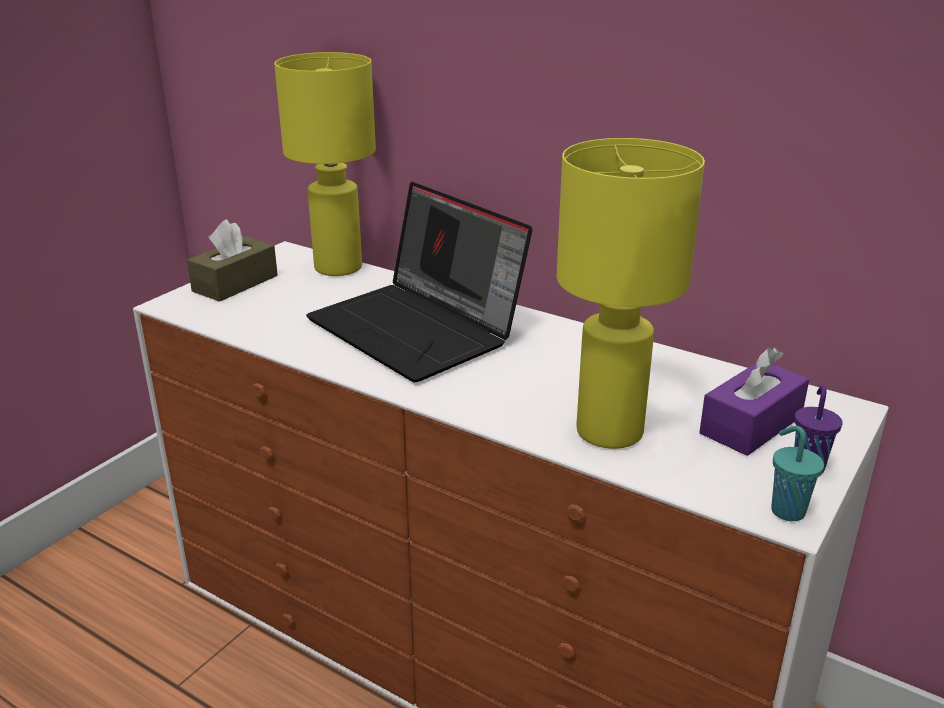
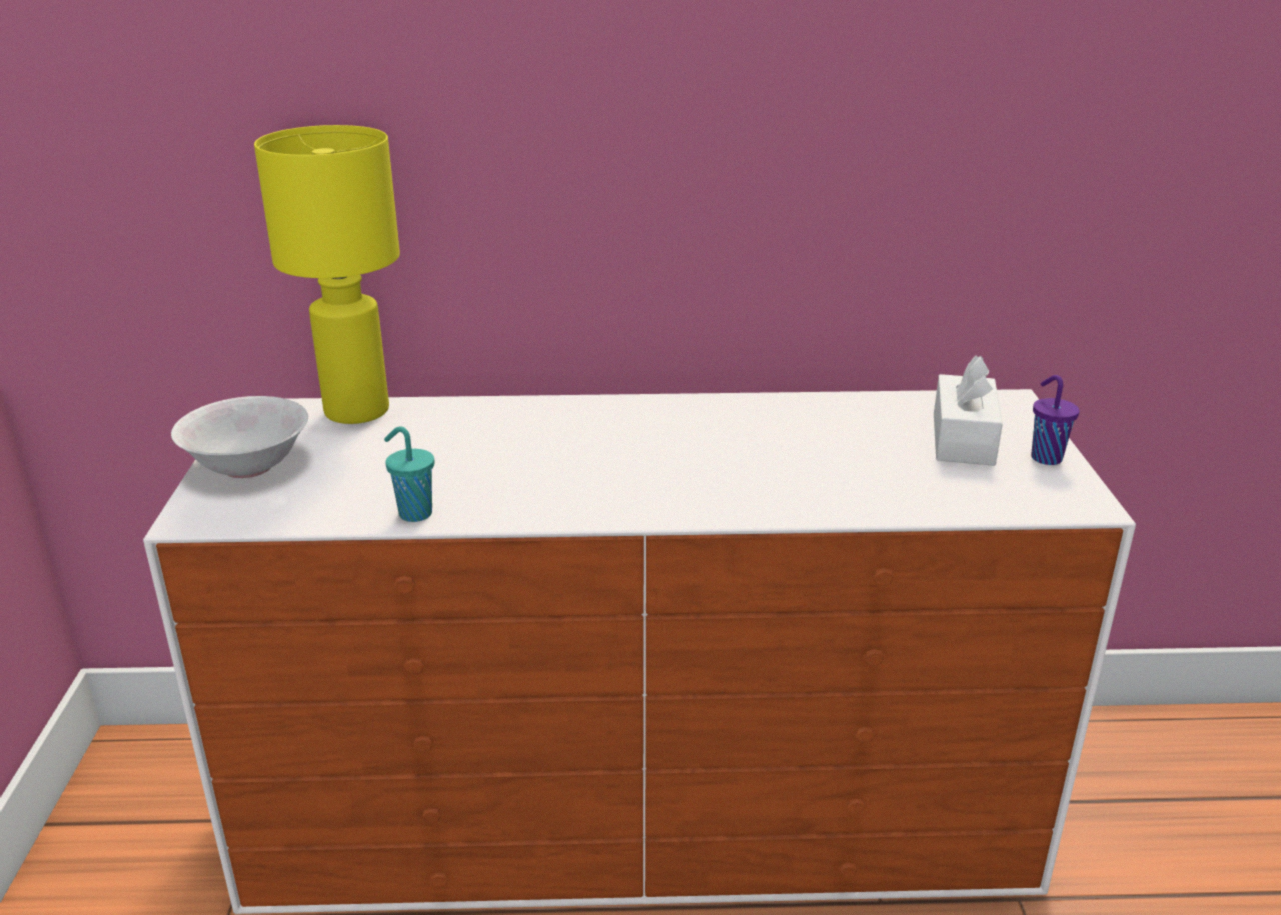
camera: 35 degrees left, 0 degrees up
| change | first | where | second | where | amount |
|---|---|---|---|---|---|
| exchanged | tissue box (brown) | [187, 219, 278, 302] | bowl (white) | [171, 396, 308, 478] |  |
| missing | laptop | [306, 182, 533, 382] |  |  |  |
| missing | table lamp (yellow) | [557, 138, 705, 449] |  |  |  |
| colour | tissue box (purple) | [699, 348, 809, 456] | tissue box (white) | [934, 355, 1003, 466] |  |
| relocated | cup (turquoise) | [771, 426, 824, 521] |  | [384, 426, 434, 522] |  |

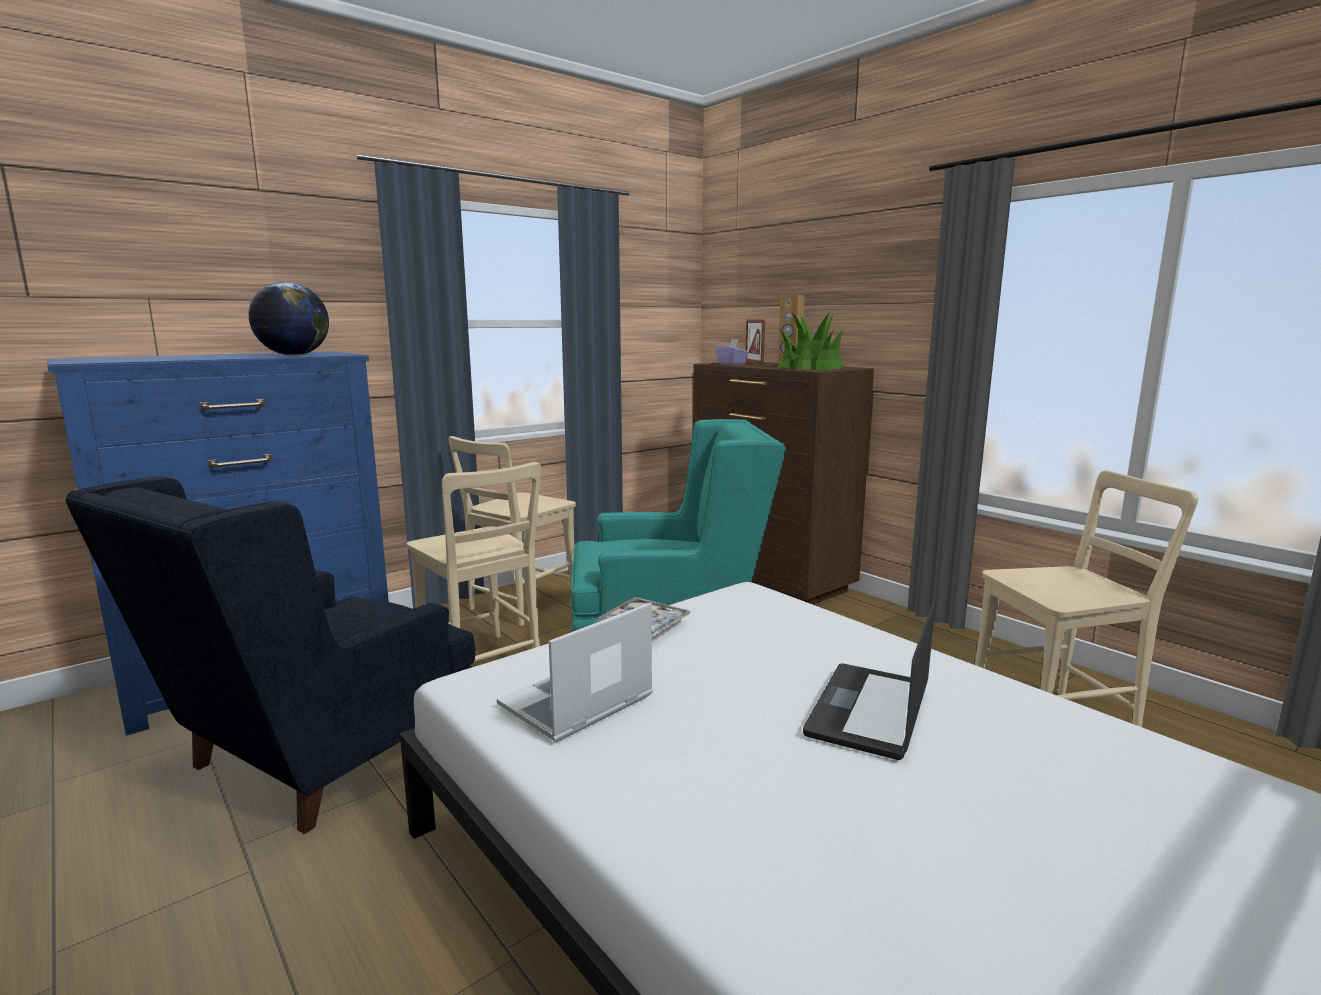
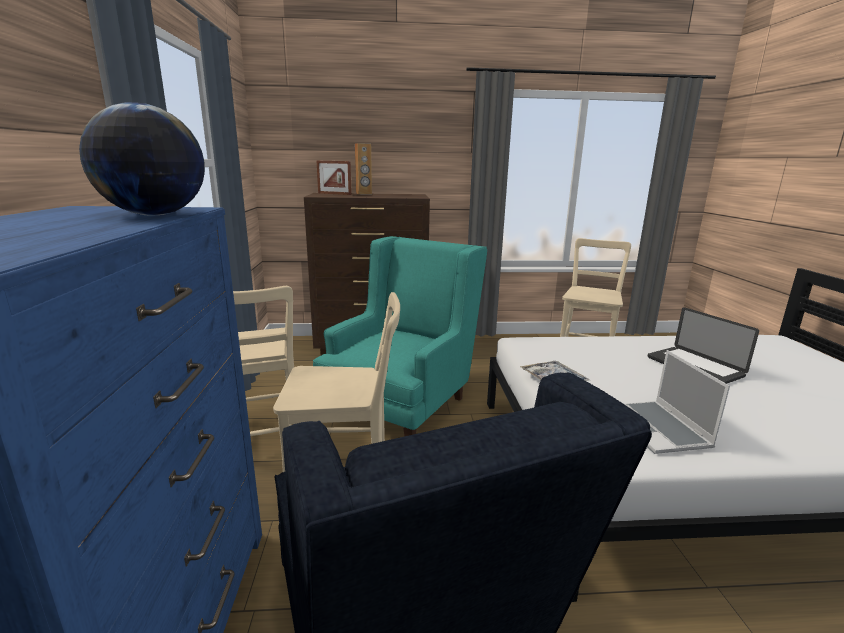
camera: 55 degrees left, 5 degrees up
| change | first | where | second | where | amount |
|---|---|---|---|---|---|
| missing | tissue box (purple) | [715, 339, 749, 365] |  |  |  |
| missing | potted plant | [778, 312, 844, 370] |  |  |  |

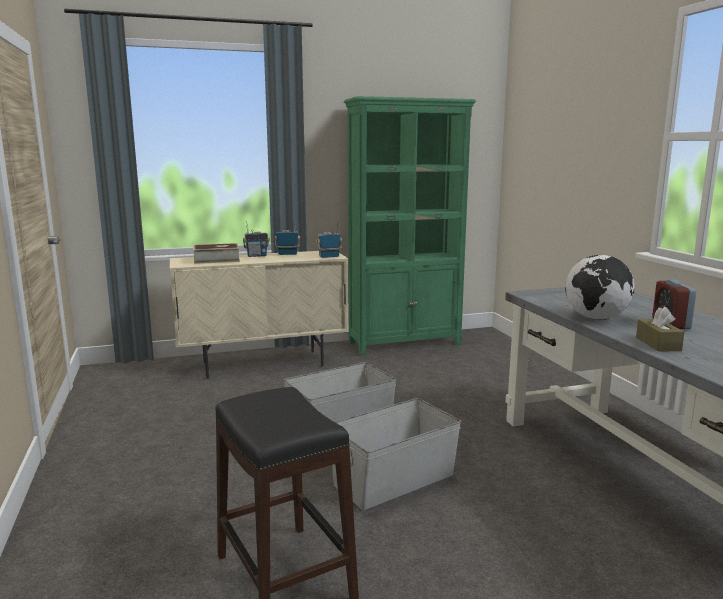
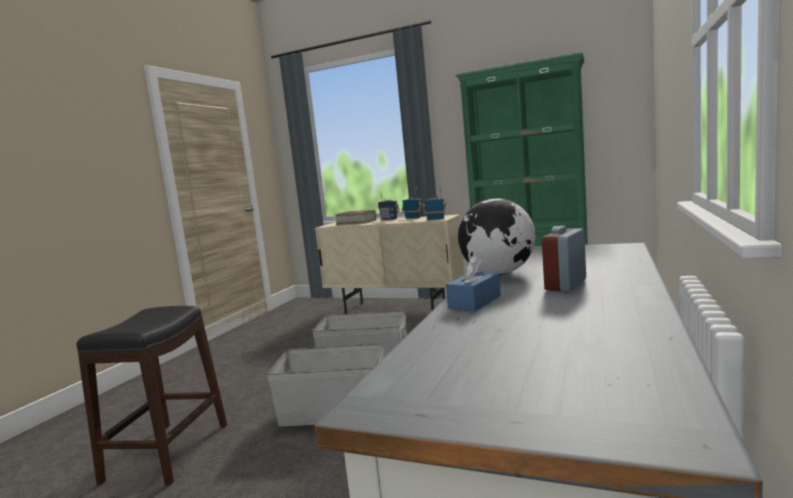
camera: 40 degrees right, 5 degrees down
| change | first | where | second | where | amount |
|---|---|---|---|---|---|
| colour | tissue box (brown) | [636, 307, 685, 351] | tissue box (blue) | [446, 255, 501, 312] |  |

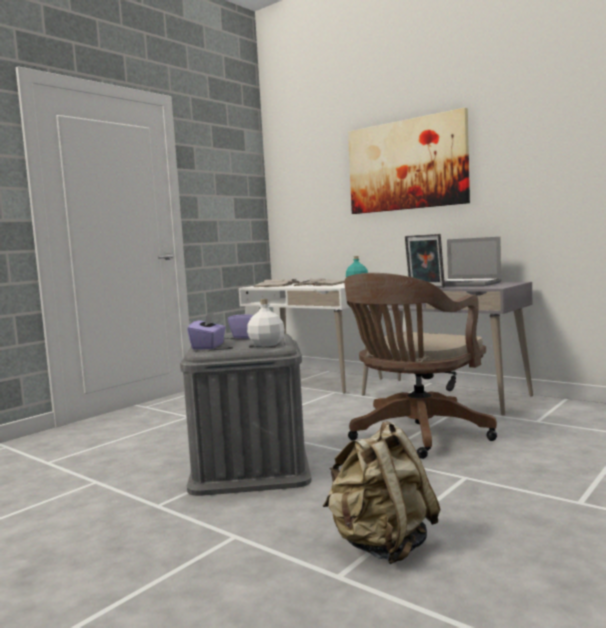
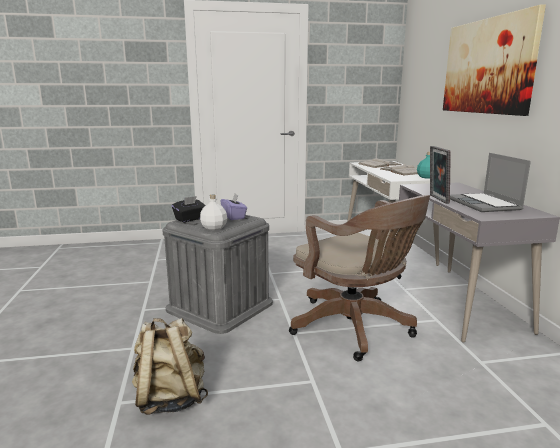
camera: 40 degrees right, 10 degrees up
| change | first | where | second | where | amount |
|---|---|---|---|---|---|
| colour | tissue box (purple) | [187, 312, 226, 350] | tissue box (black) | [172, 196, 206, 222] |  |
| spun | office chair (brown) | [344, 273, 497, 459] |  | [289, 195, 430, 362] | 120 degrees counterclockwise |

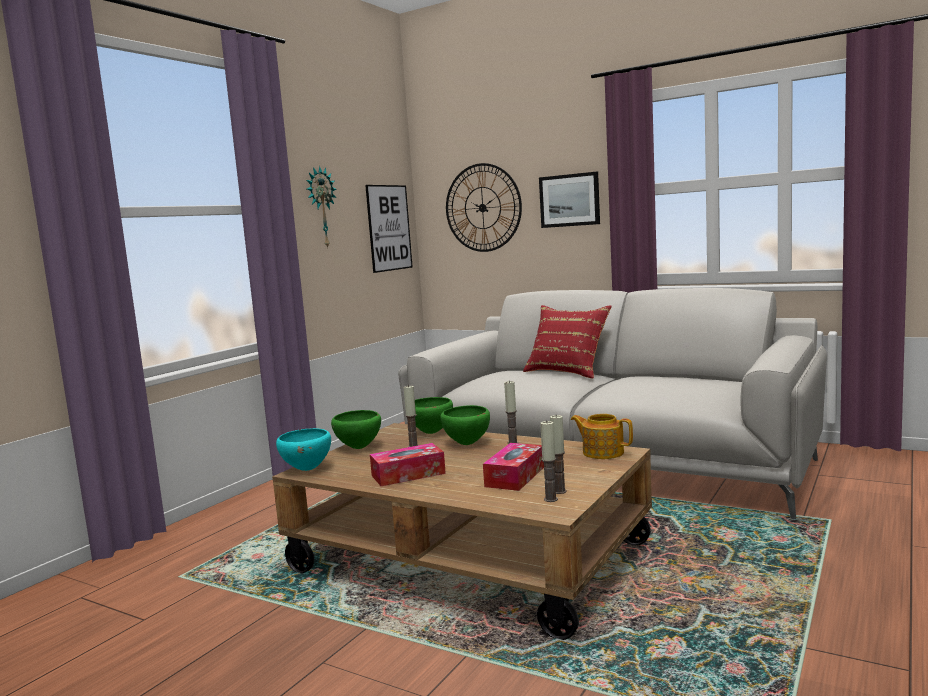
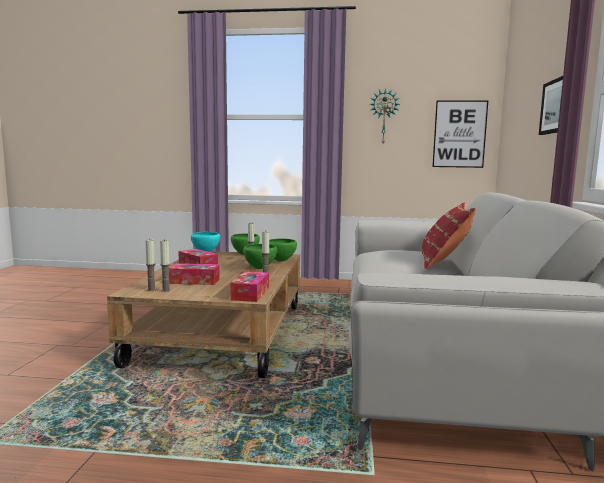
camera: 65 degrees right, 0 degrees up
| change | first | where | second | where | amount |
|---|---|---|---|---|---|
| missing | wall clock | [446, 163, 522, 252] |  |  |  |
| exchanged | teapot | [571, 414, 633, 459] | tissue box | [230, 271, 269, 302] |  |

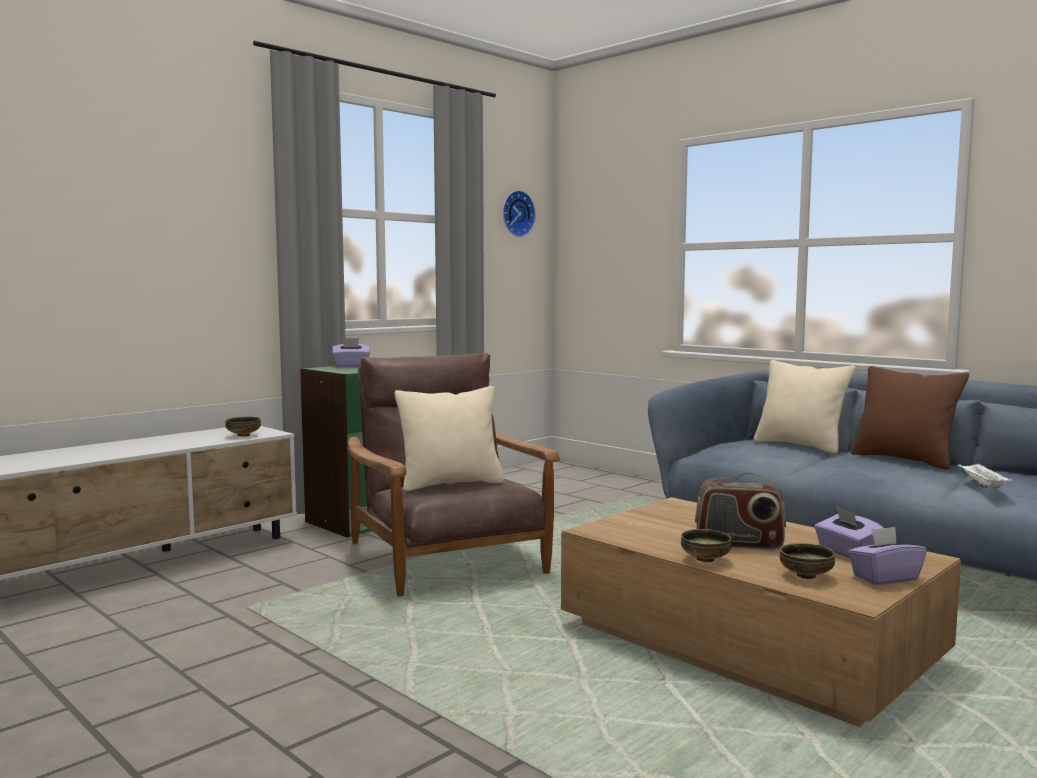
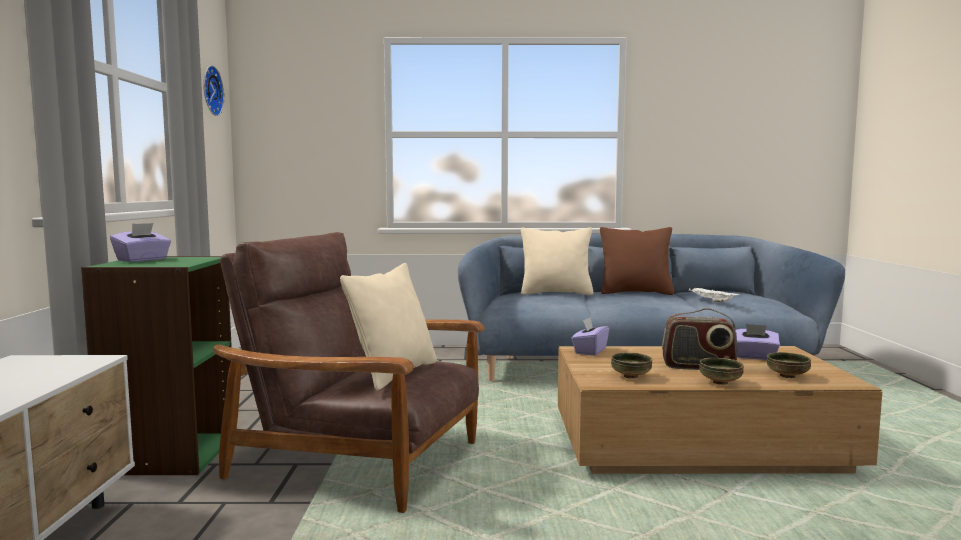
camera: 45 degrees left, 0 degrees up
| change | first | where | second | where | amount |
|---|---|---|---|---|---|
| relocated | bowl | [225, 417, 261, 437] |  | [611, 352, 652, 379] |  |
| spun | radio | [695, 472, 786, 550] |  | [662, 308, 737, 370] | 45 degrees clockwise |
| relocated | tissue box (purple) | [848, 527, 927, 585] |  | [571, 317, 609, 356] |  |

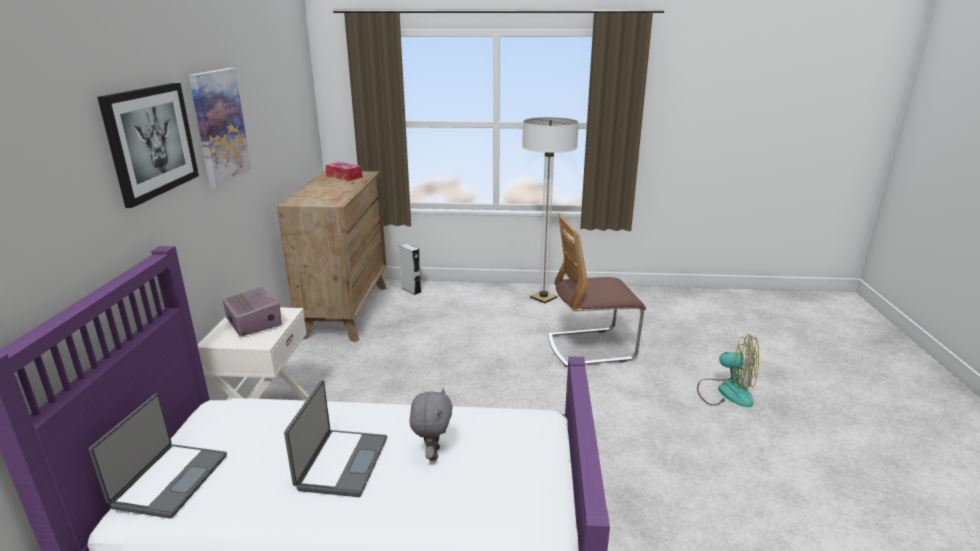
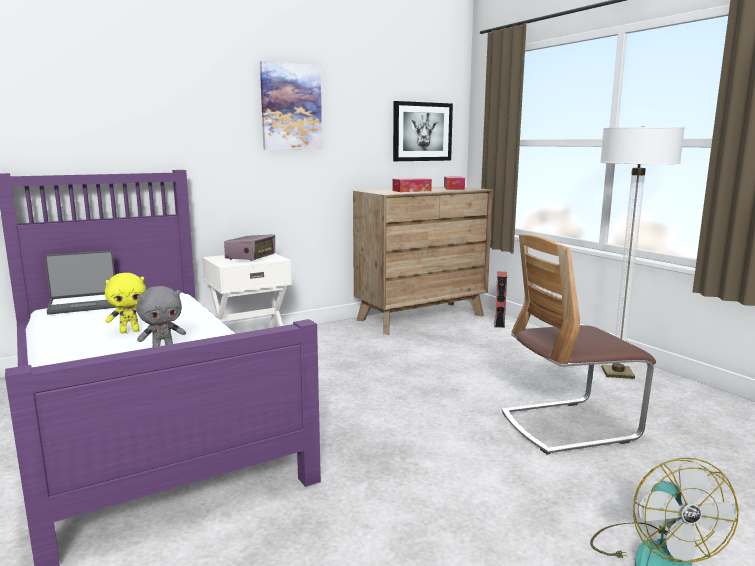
camera: 55 degrees right, 10 degrees down
| change | first | where | second | where | amount |
|---|---|---|---|---|---|
| relocated | picture | [97, 83, 199, 208] |  | [393, 101, 453, 161] |  |
| exchanged | laptop | [284, 380, 387, 497] | plush toy (yellow) | [105, 273, 146, 333] |  |
| colour | speaker (grey) | [399, 244, 422, 295] | speaker (red) | [494, 272, 507, 328] |  |
| spun | chair | [548, 214, 646, 367] |  | [502, 234, 656, 455] | 60 degrees counterclockwise |
| appeared |  |  | tissue box | [392, 178, 432, 192] |  |

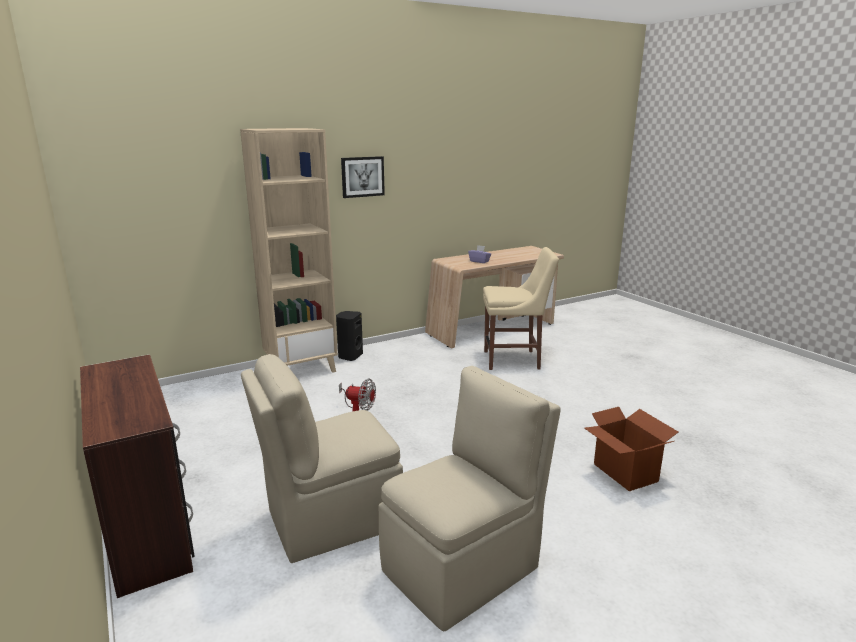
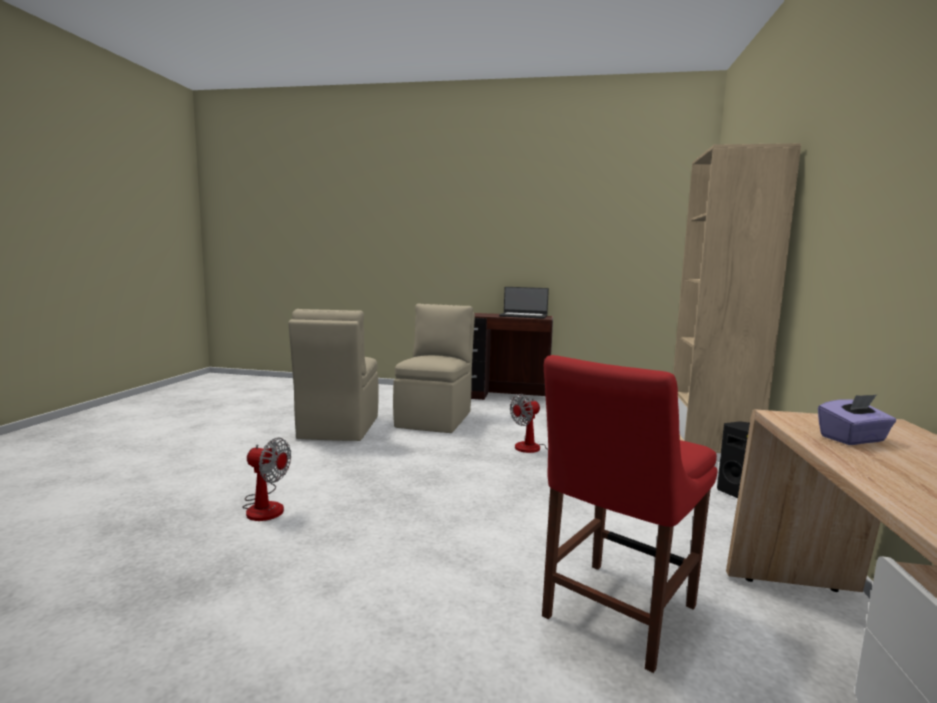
camera: 130 degrees right, 10 degrees down
| change | first | where | second | where | amount |
|---|---|---|---|---|---|
| missing | picture | [341, 156, 385, 198] |  |  |  |
| colour | chair (beige) | [483, 247, 559, 370] | chair (red) | [542, 355, 718, 673] |  |
| exchanged | cardboard box | [584, 407, 678, 491] | fan | [242, 438, 291, 521] |  |
| appeared |  |  | laptop | [499, 287, 549, 319] |  |

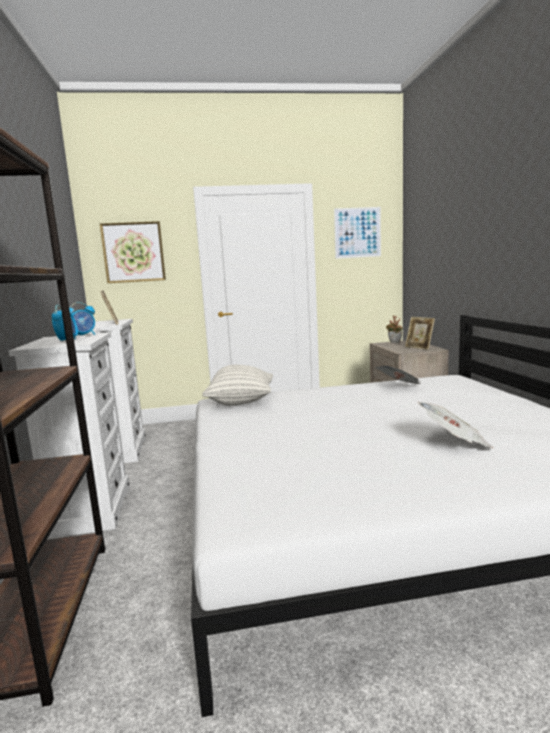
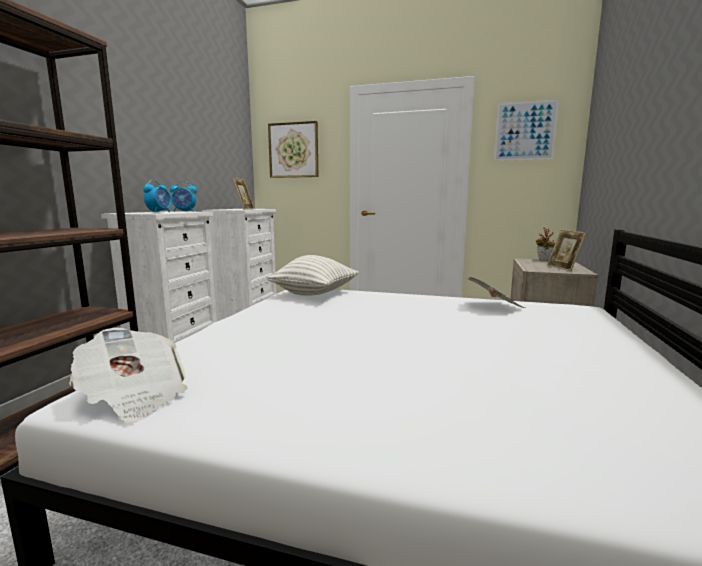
camera: 25 degrees right, 0 degrees up
| change | first | where | second | where | amount |
|---|---|---|---|---|---|
| relocated | newspaper | [418, 402, 493, 448] |  | [69, 328, 188, 422] |  |

